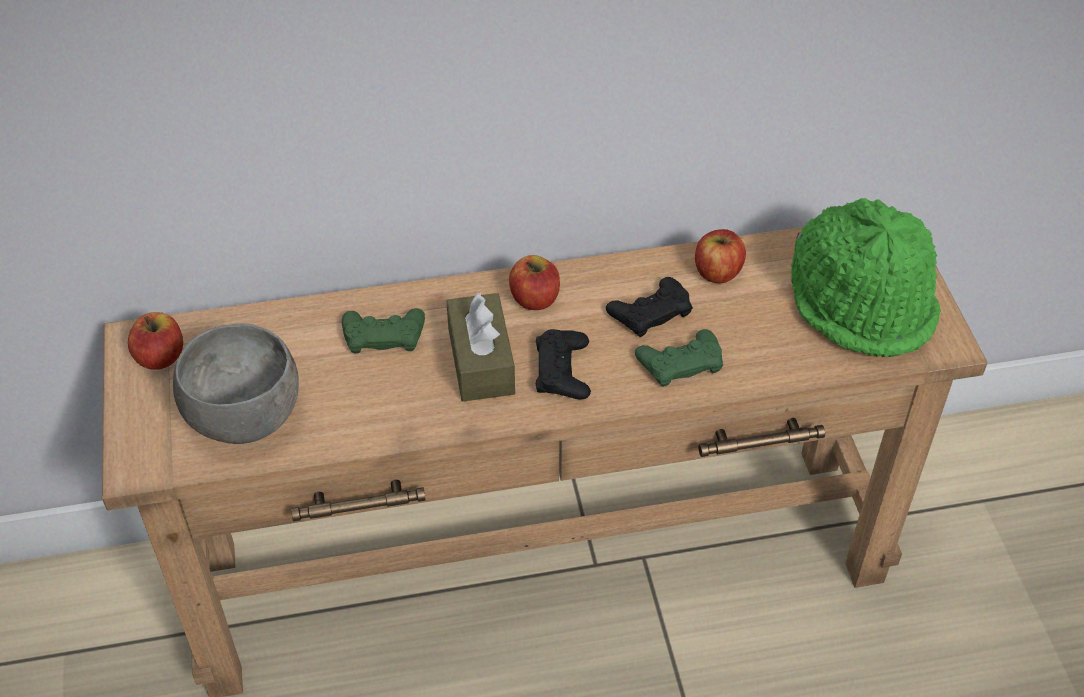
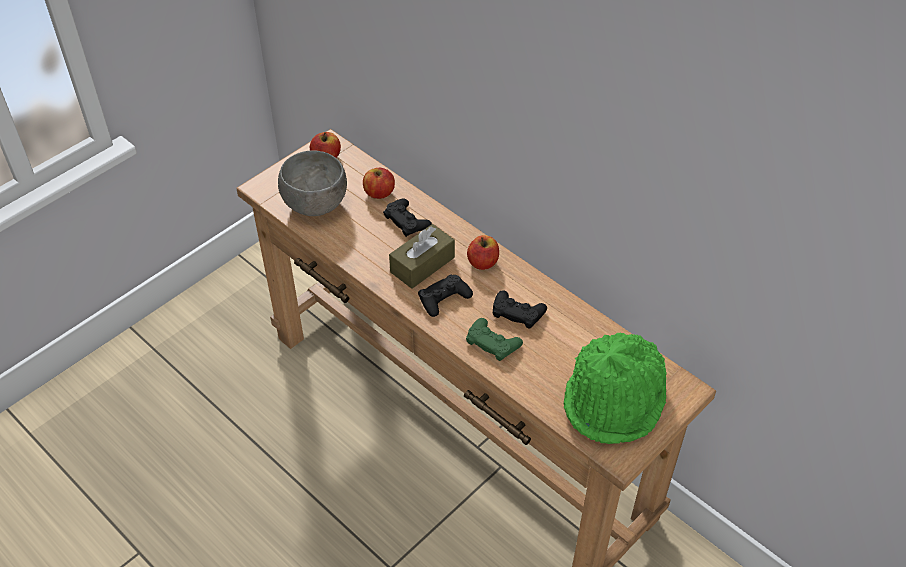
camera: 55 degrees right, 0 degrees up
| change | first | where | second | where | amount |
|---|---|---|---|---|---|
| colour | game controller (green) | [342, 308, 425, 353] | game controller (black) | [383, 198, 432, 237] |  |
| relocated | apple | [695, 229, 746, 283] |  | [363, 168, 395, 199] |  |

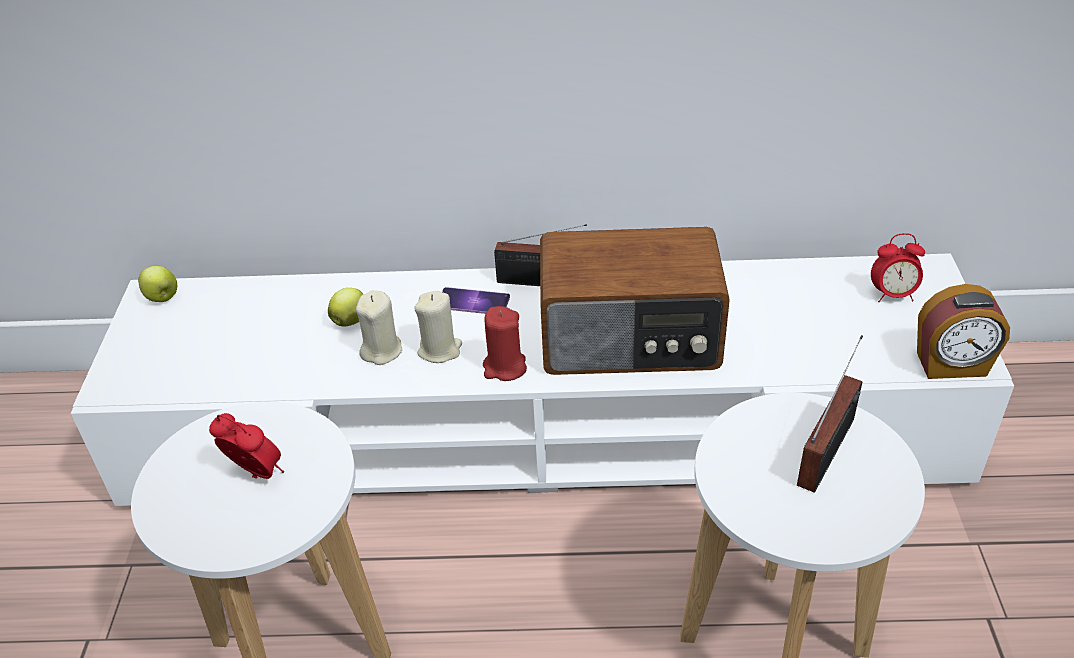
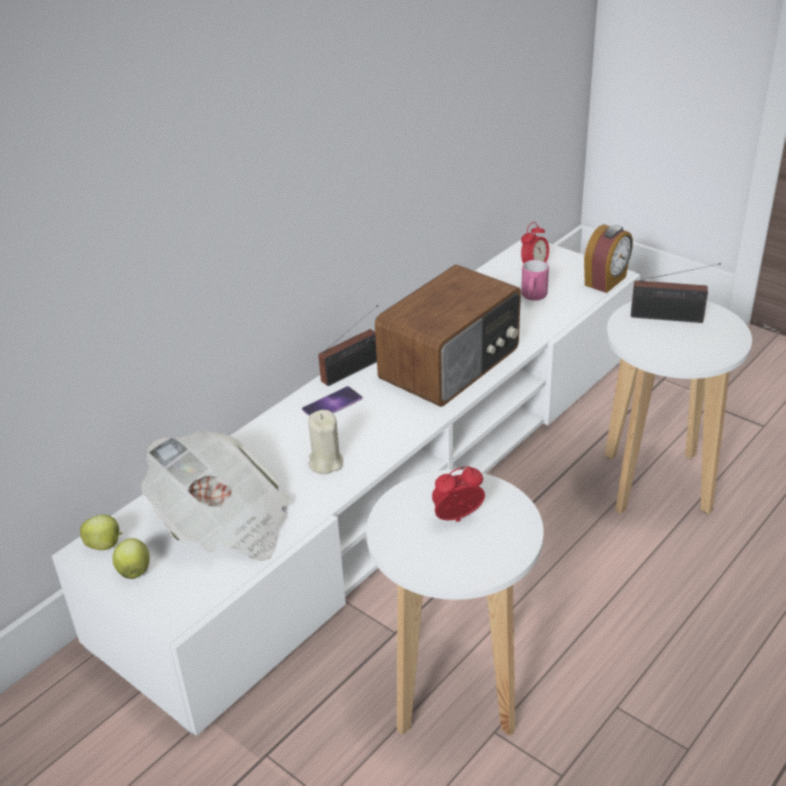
camera: 50 degrees left, 5 degrees down
| change | first | where | second | where | amount |
|---|---|---|---|---|---|
| relocated | apple | [328, 288, 363, 326] |  | [112, 538, 150, 579] |  |
| missing | candle (beige) | [414, 291, 462, 363] |  |  |  |
| missing | candle (red) | [483, 306, 527, 381] |  |  |  |
| spun | radio | [797, 335, 863, 493] |  | [631, 263, 721, 323] | 120 degrees clockwise |
| appeared |  |  | newspaper | [141, 431, 290, 561] |  |
| appeared |  |  | mug (pink) | [521, 260, 549, 301] |  |

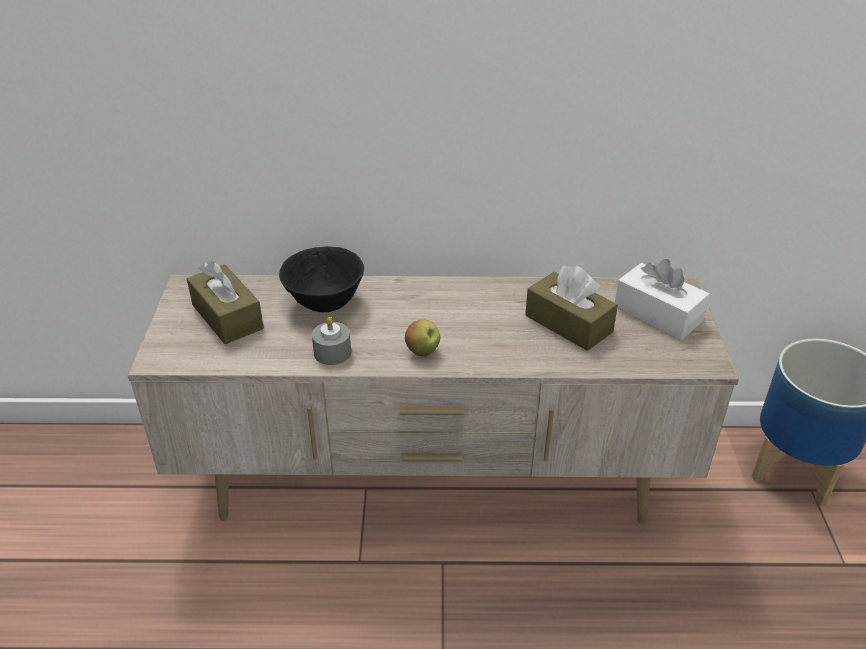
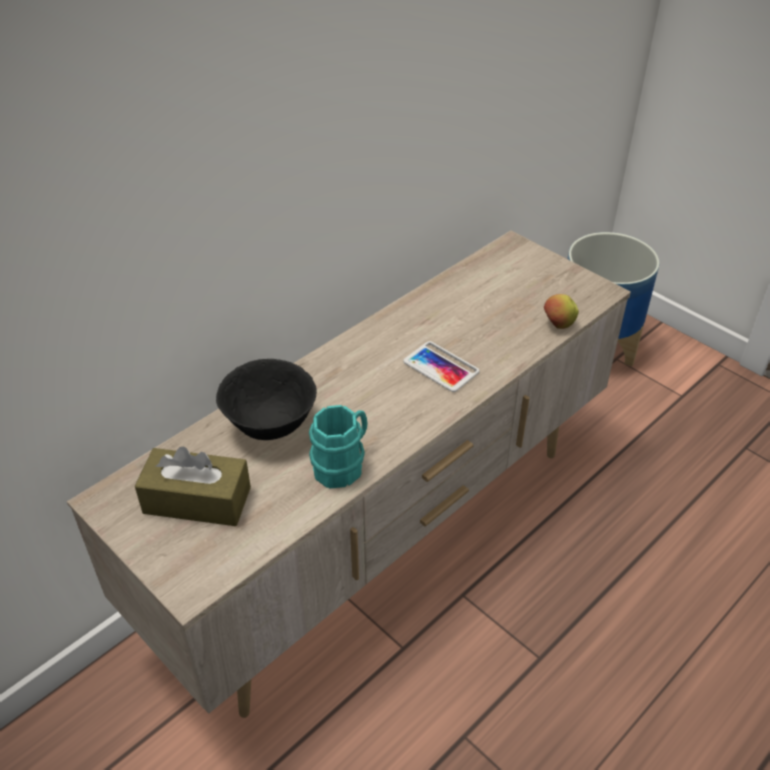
camera: 45 degrees left, 5 degrees up
| change | first | where | second | where | amount |
|---|---|---|---|---|---|
| exchanged | candle (grey) | [312, 317, 351, 365] | mug (turquoise) | [309, 405, 368, 489] |  |
| relocated | apple | [405, 319, 440, 357] |  | [544, 294, 579, 329] |  |
| missing | tissue box (brown) | [525, 266, 618, 351] |  |  |  |
| missing | tissue box (white) | [615, 259, 710, 340] |  |  |  |
| appeared |  |  | phone | [403, 341, 480, 392] |  |

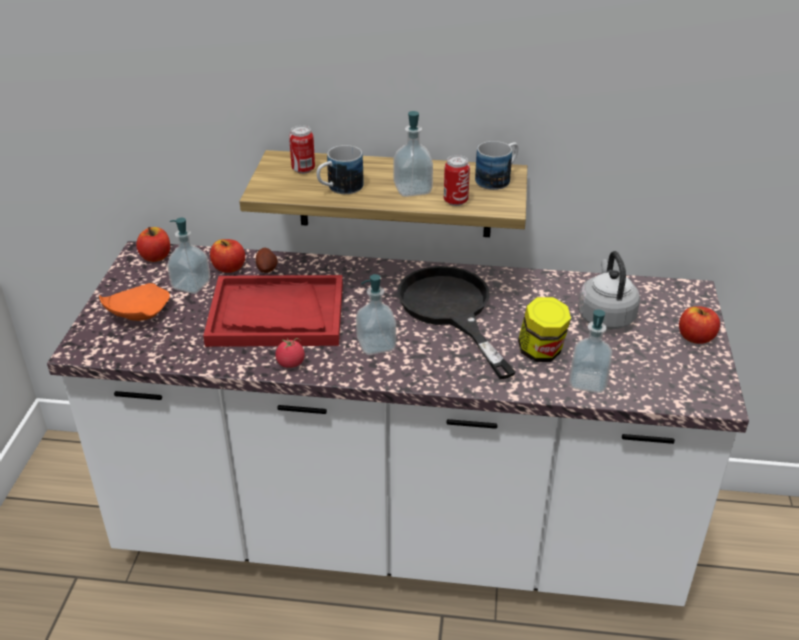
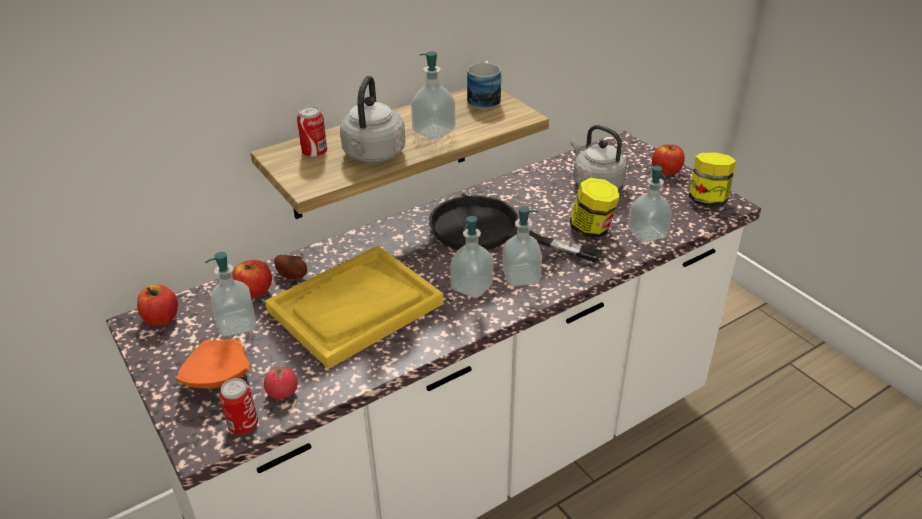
camera: 40 degrees left, 0 degrees up
| change | first | where | second | where | amount |
|---|---|---|---|---|---|
| colour | tray (red) | [203, 275, 343, 347] | tray (yellow) | [265, 246, 443, 369] |  |
| relocated | tomato | [275, 338, 305, 368] |  | [264, 362, 298, 399] |  |
| exchanged | mug | [316, 145, 364, 194] | kettle (grey) | [340, 76, 405, 163] |  |
| relocated | can | [444, 155, 470, 206] |  | [220, 378, 258, 434] |  |
| appeared |  |  | soap dispenser | [502, 206, 542, 286] |  |
| appeared |  |  | jar | [689, 152, 736, 206] |  |

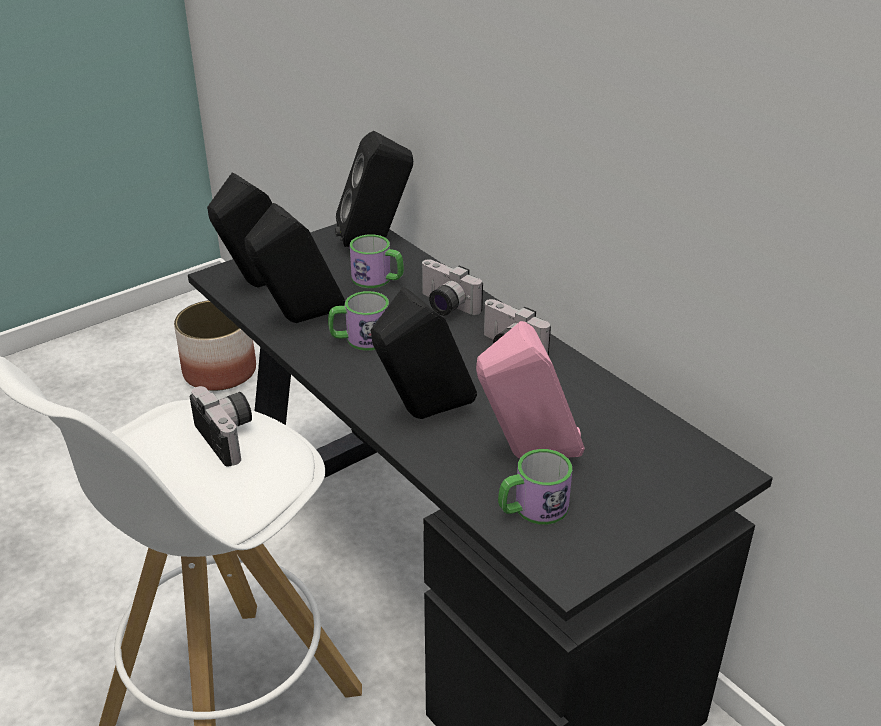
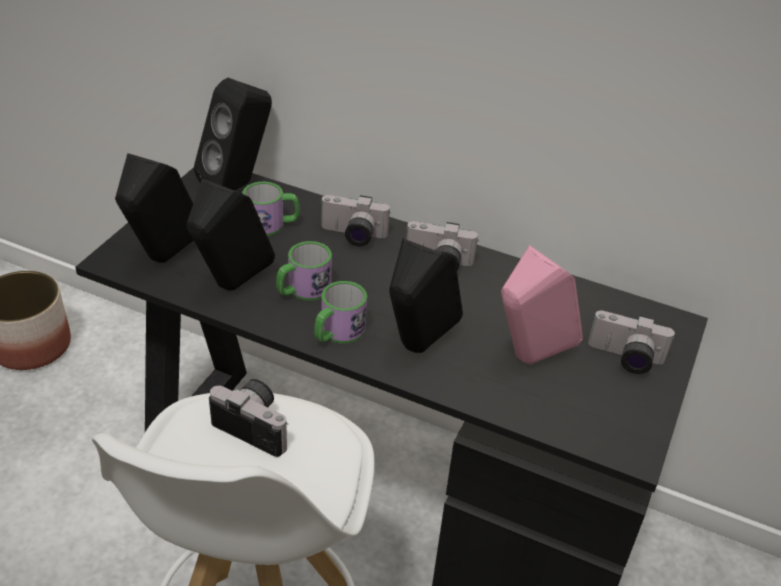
camera: 30 degrees left, 5 degrees up
| change | first | where | second | where | amount |
|---|---|---|---|---|---|
| relocated | mug | [498, 449, 572, 525] |  | [314, 281, 367, 344] |  |
| appeared |  |  | photo camera | [588, 310, 675, 374] |  |

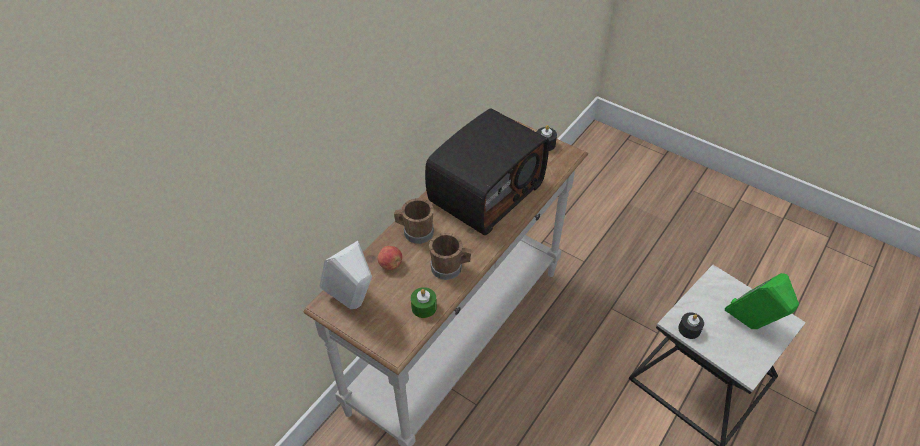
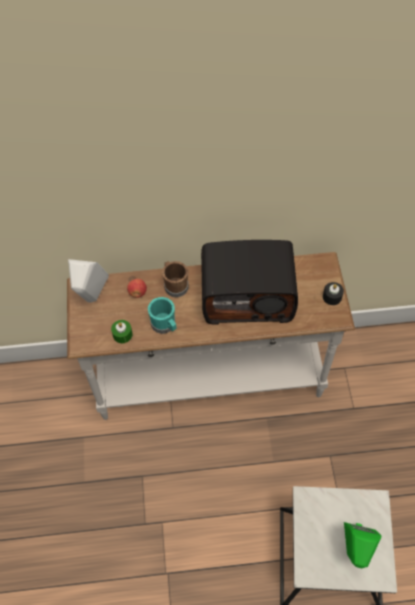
camera: 50 degrees right, 10 degrees up
| change | first | where | second | where | amount |
|---|---|---|---|---|---|
| colour | mug (brown) | [429, 233, 471, 280] | mug (turquoise) | [148, 297, 176, 334] |  |
| missing | candle (black) | [678, 313, 704, 339] |  |  |  |

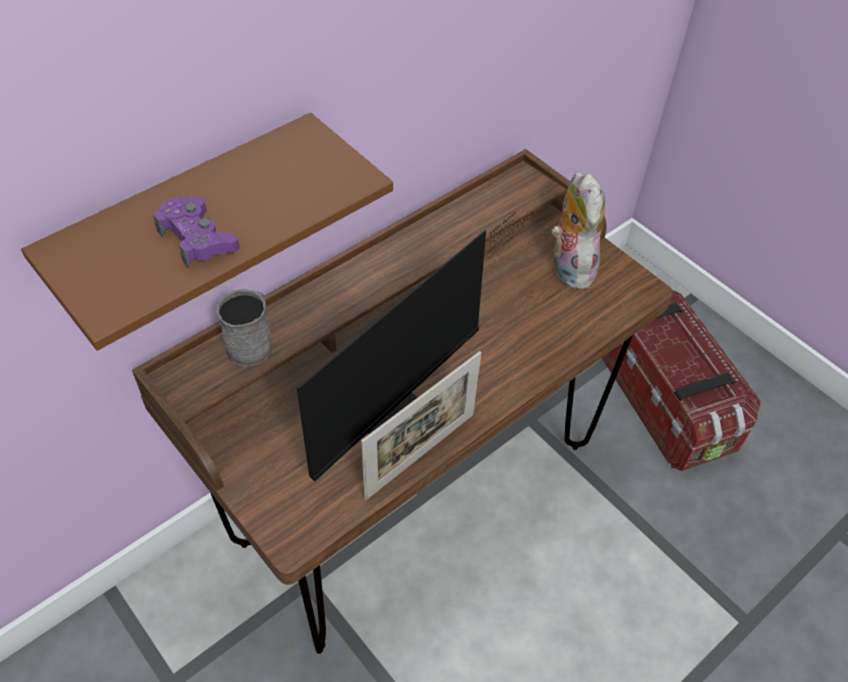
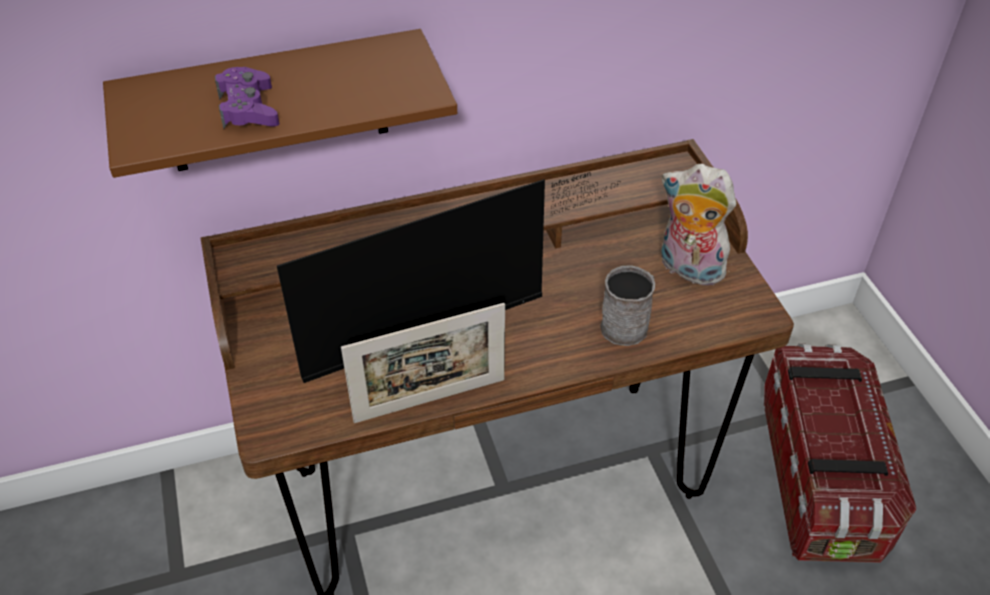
camera: 25 degrees right, 5 degrees down
| change | first | where | second | where | amount |
|---|---|---|---|---|---|
| relocated | mug (grey) | [216, 289, 272, 367] |  | [600, 265, 655, 346] |  |
| spun | plush toy | [551, 171, 605, 290] |  | [661, 164, 736, 285] | 75 degrees counterclockwise |

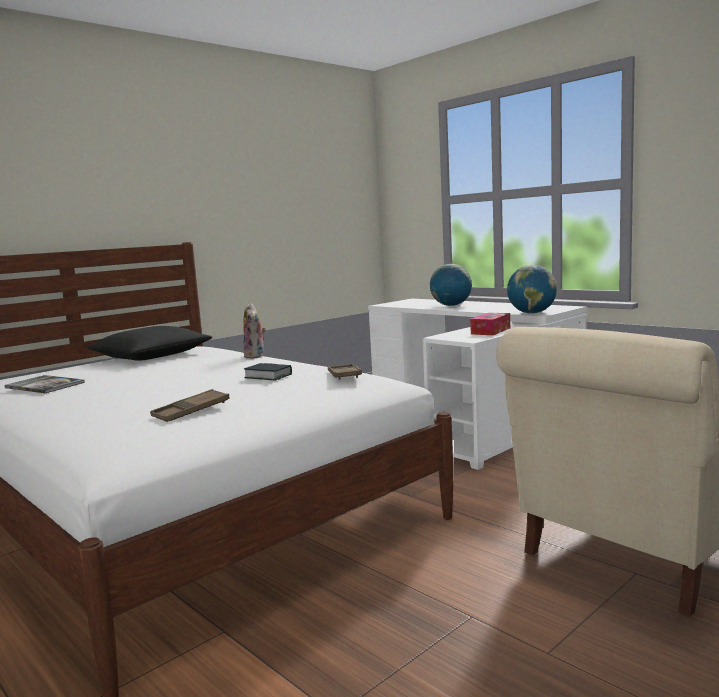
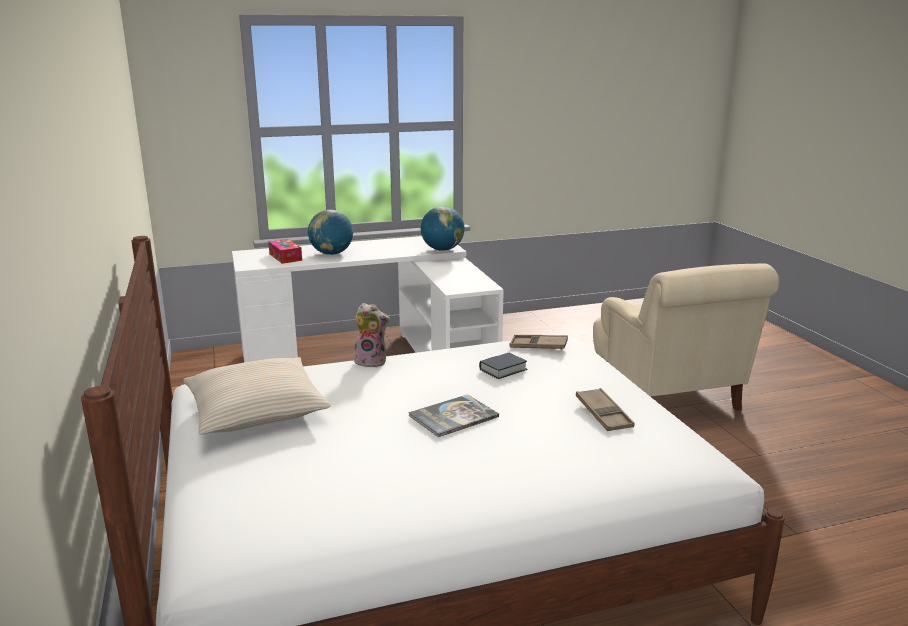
camera: 65 degrees left, 10 degrees up
| change | first | where | second | where | amount |
|---|---|---|---|---|---|
| relocated | book | [4, 375, 85, 393] |  | [408, 394, 499, 437] |  |
| colour | pillow (black) | [87, 326, 212, 361] | pillow (beige) | [183, 357, 331, 434] |  |
| relocated | tissue box | [470, 313, 510, 335] |  | [268, 239, 302, 264] |  |

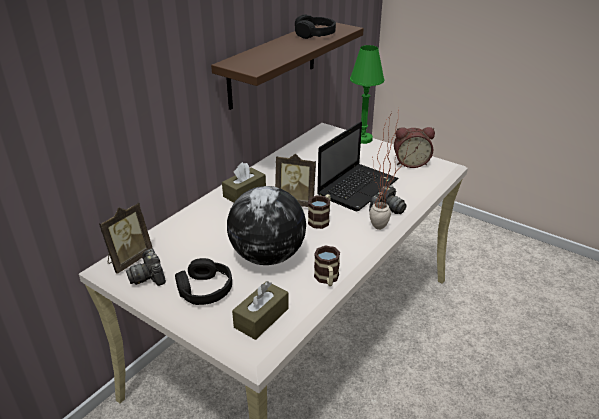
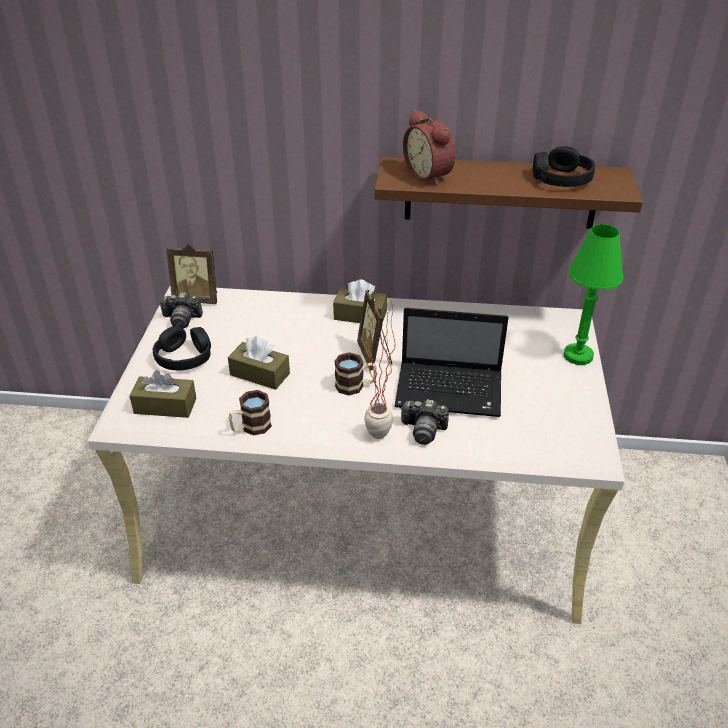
camera: 60 degrees right, 5 degrees up
| change | first | where | second | where | amount |
|---|---|---|---|---|---|
| spun | photo camera | [126, 249, 166, 286] |  | [160, 292, 203, 329] | 120 degrees counterclockwise |
| exchanged | globe | [227, 186, 306, 265] | tissue box (brown) | [228, 336, 290, 390] |  |
| relocated | alarm clock | [394, 127, 435, 168] |  | [403, 110, 455, 185] |  |

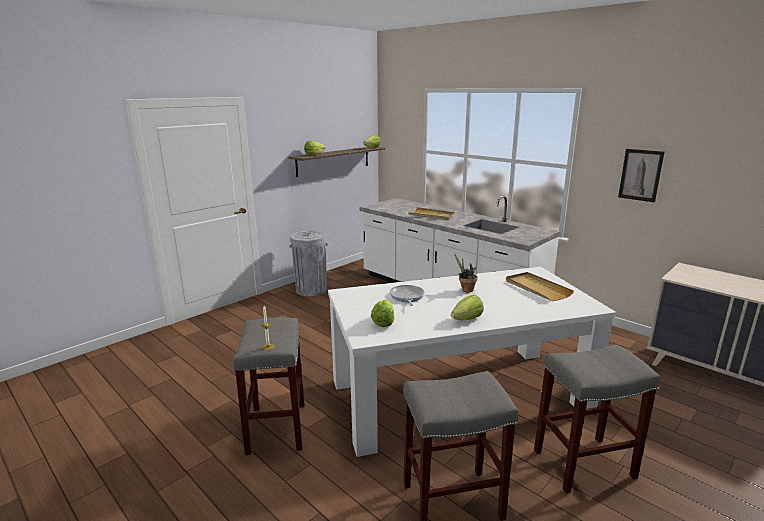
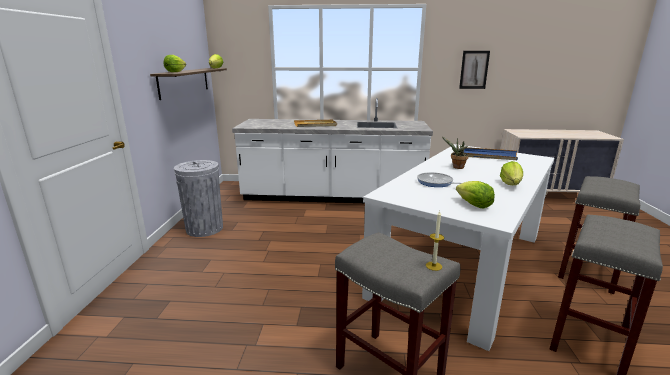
camera: 40 degrees left, 0 degrees up
| change | first | where | second | where | amount |
|---|---|---|---|---|---|
| colour | tray (beige) | [506, 272, 574, 301] | tray (blue) | [463, 147, 518, 160] |  |

